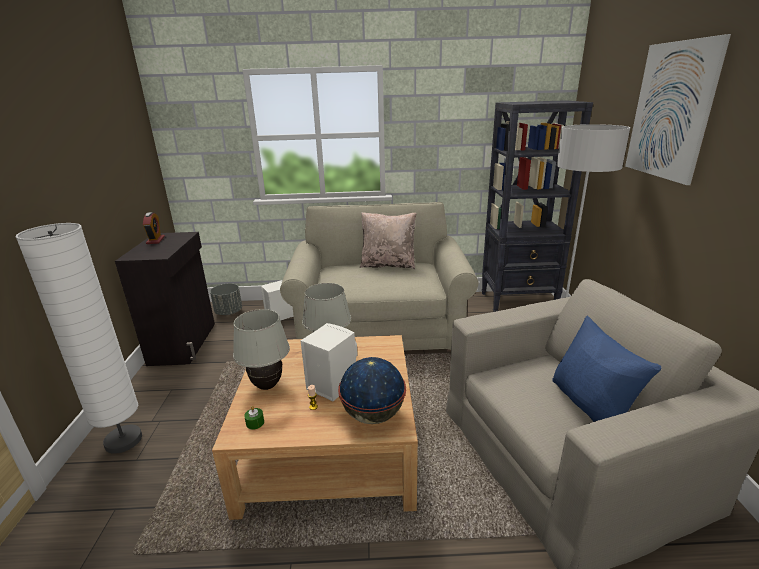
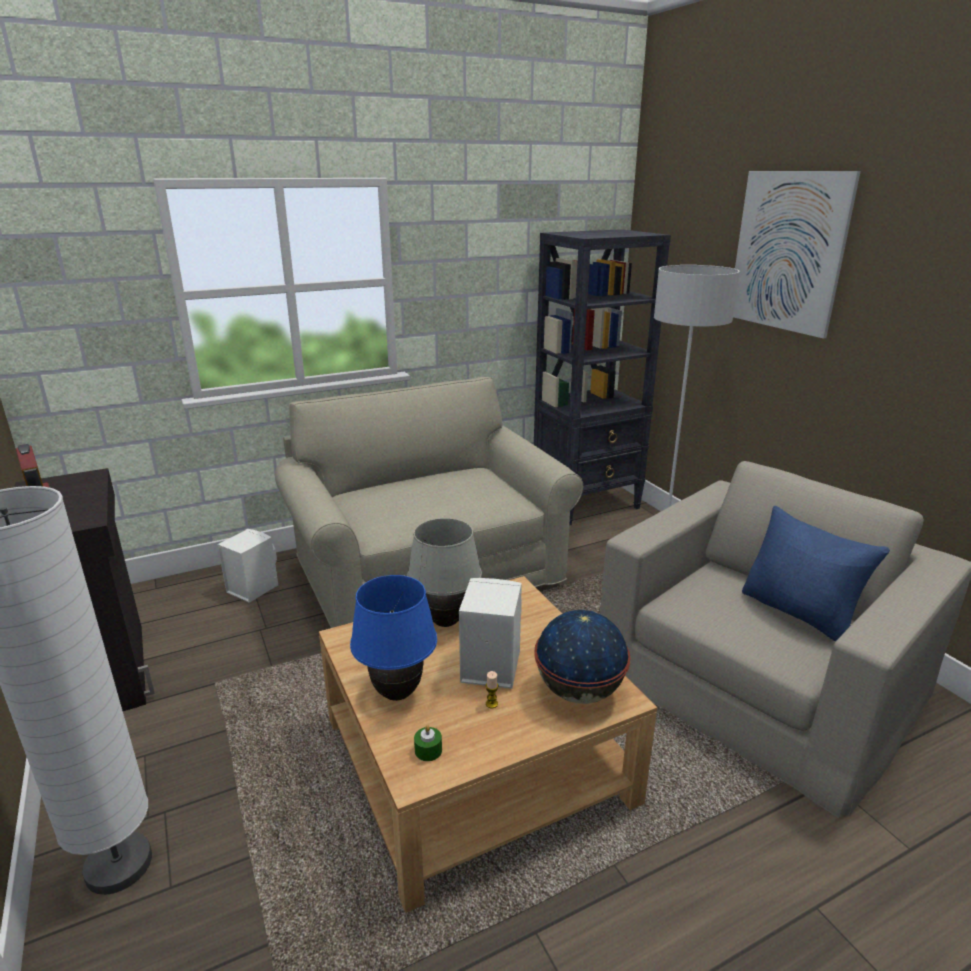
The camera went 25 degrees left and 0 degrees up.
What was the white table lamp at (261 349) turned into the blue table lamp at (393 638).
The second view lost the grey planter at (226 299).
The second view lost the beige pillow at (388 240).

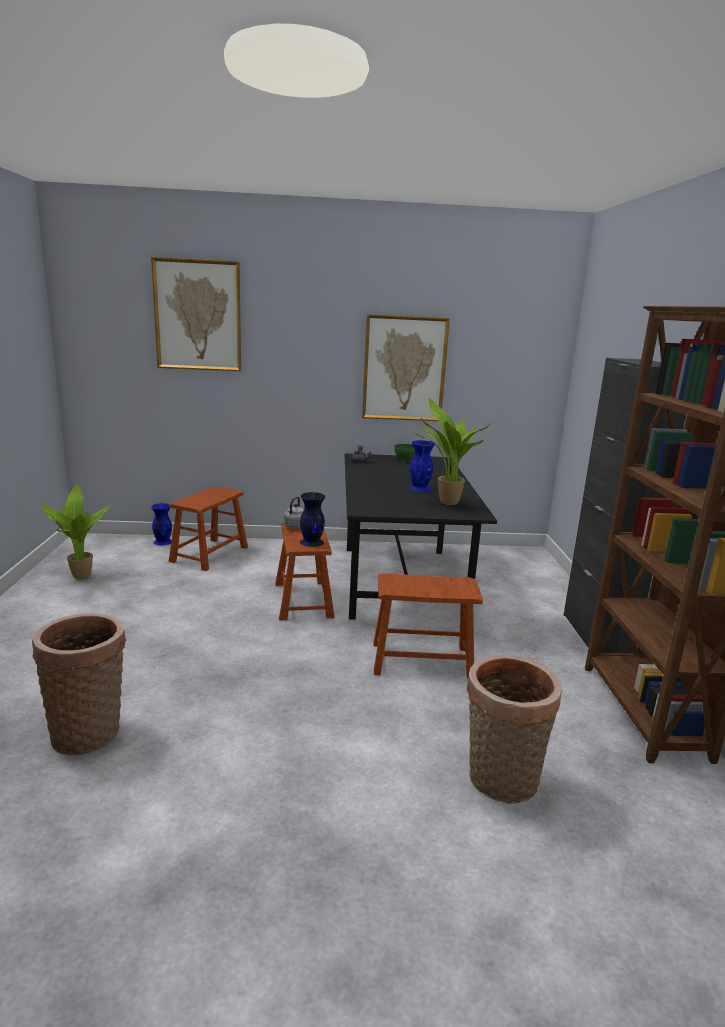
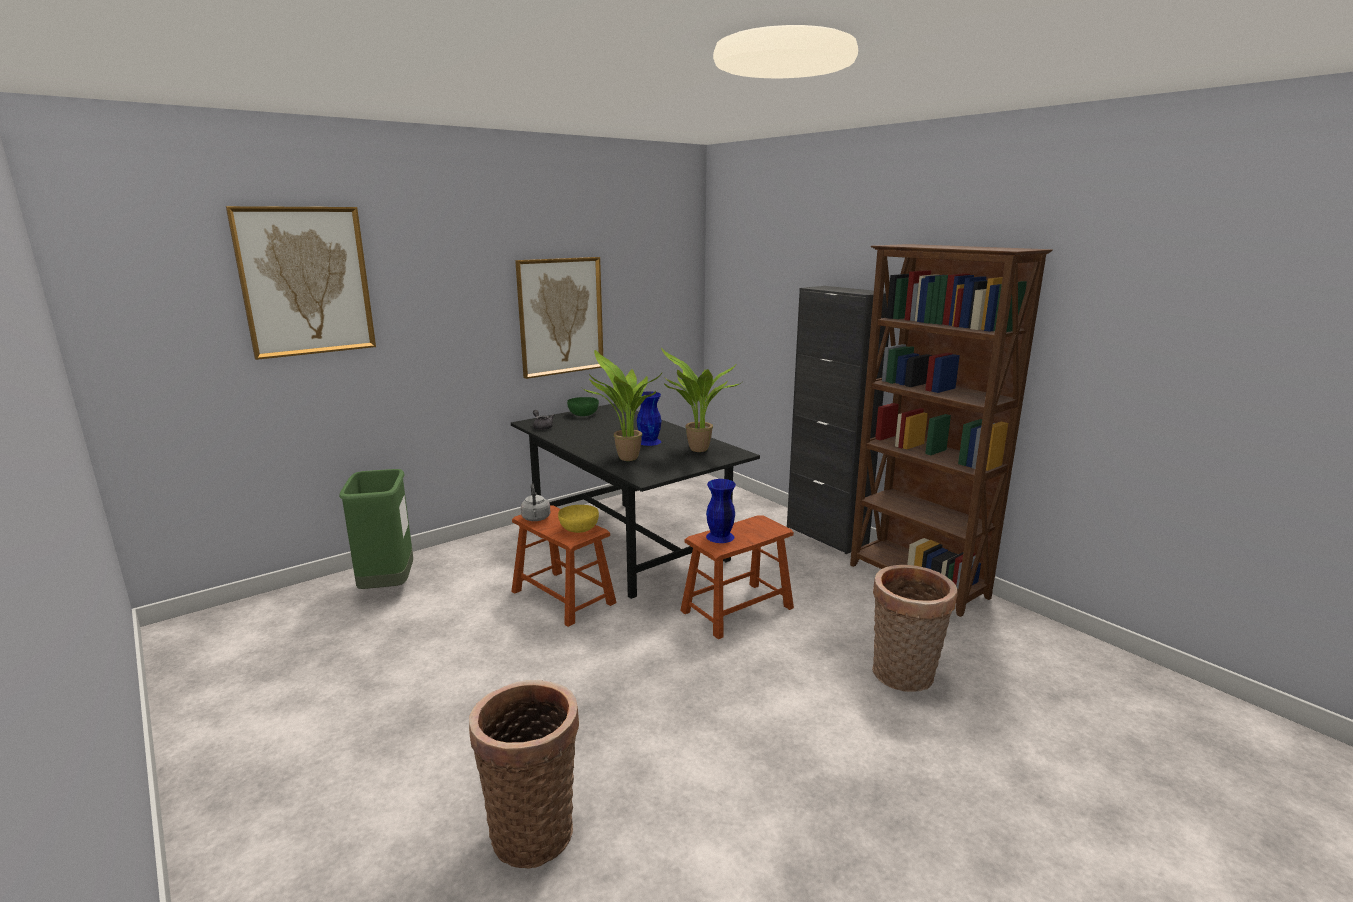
The camera went 35 degrees left and 0 degrees up.
Where the brown stool stood at (208 528), the green trash can came to stand at (376 529).
Where the black vase stood at (312 519), the yellow bowl came to stand at (578 519).
The potted plant ended up elsewhere, having gone from (75 531) to (622 405).
The blue vase ended up elsewhere, having gone from (161 524) to (721 511).

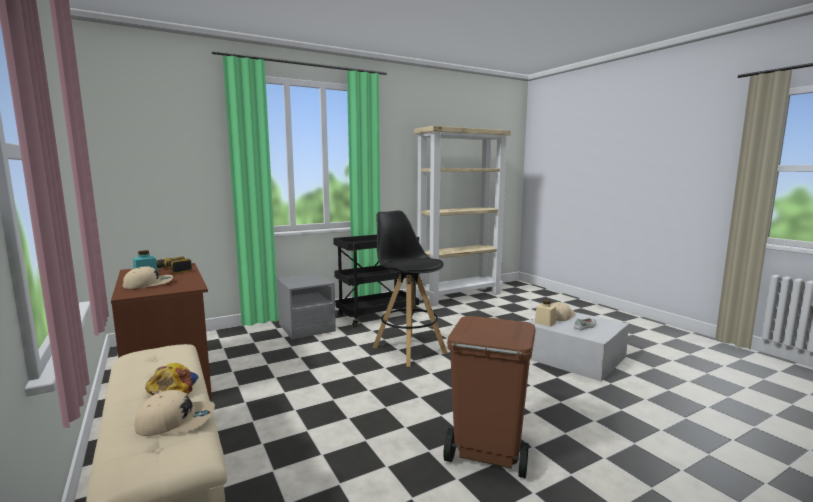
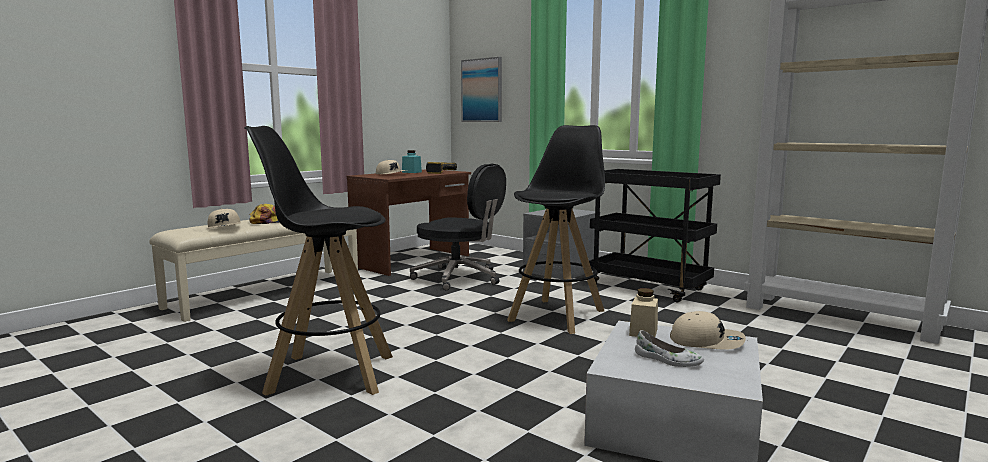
The camera went 70 degrees right and 0 degrees up.
Where the brown trash can stood at (489 397), the black stool came to stand at (319 261).
The second view gained the black office chair at (458 227).
The second view gained the picture at (481 89).

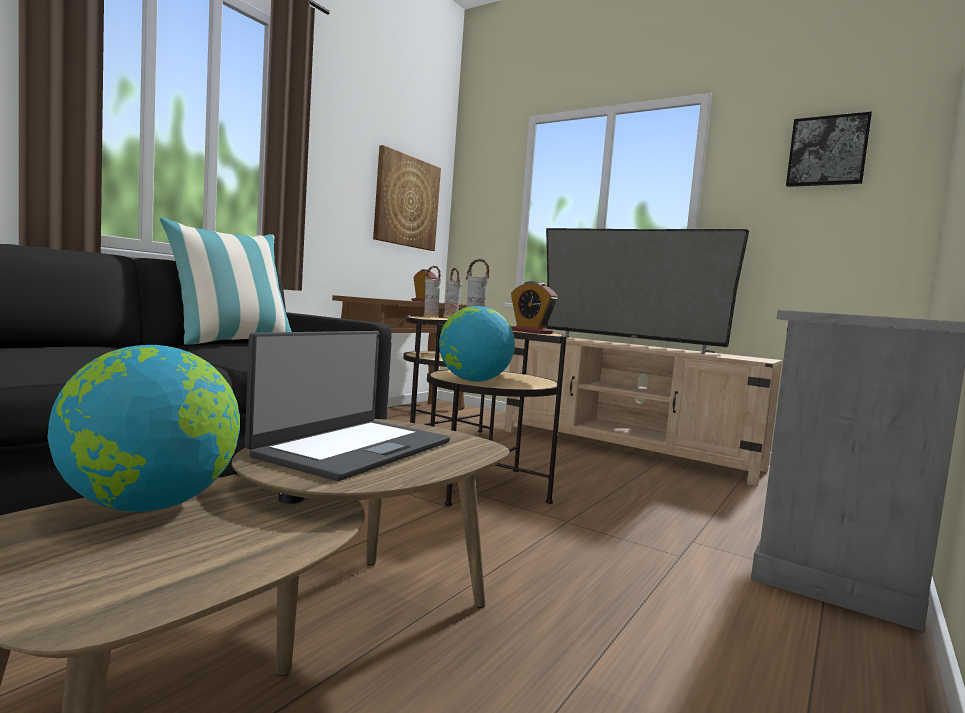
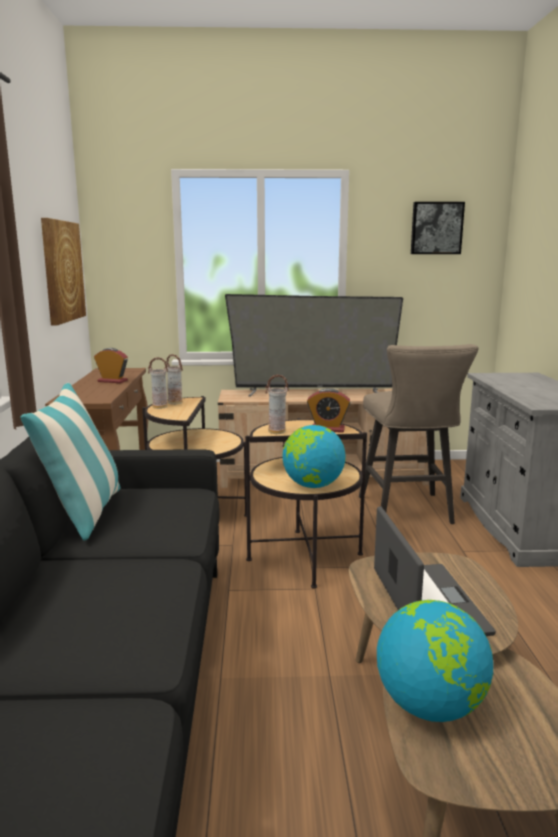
The camera went 35 degrees left and 10 degrees up.
The second view gained the beige stool at (419 434).

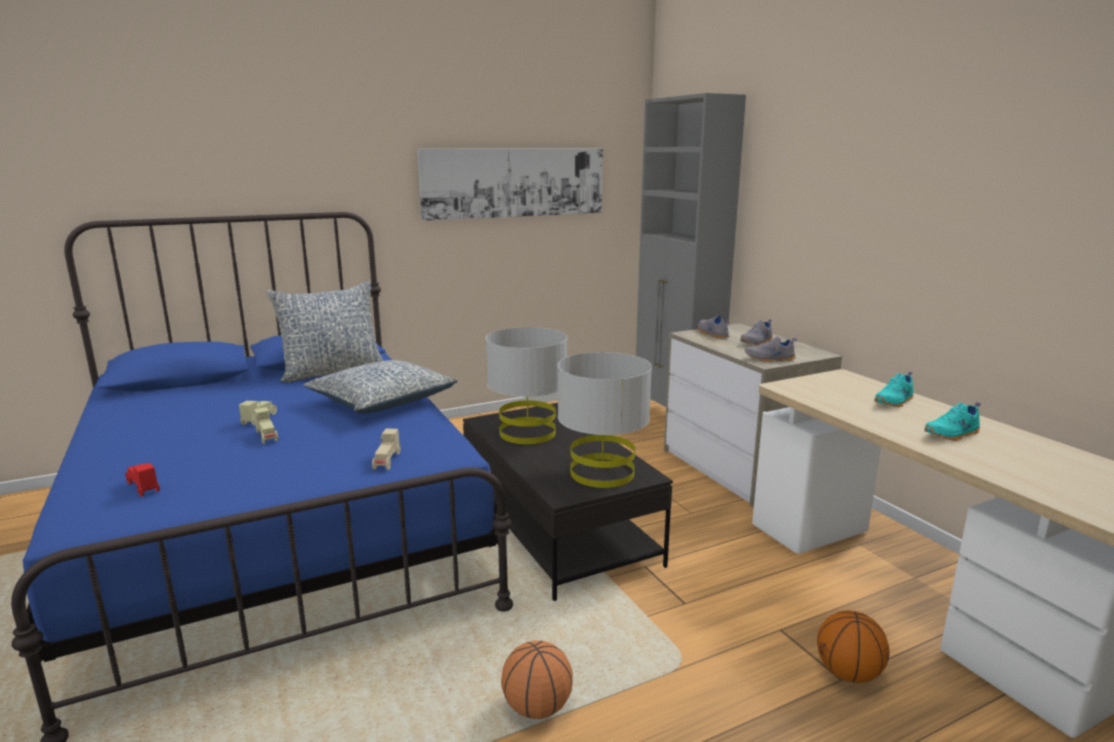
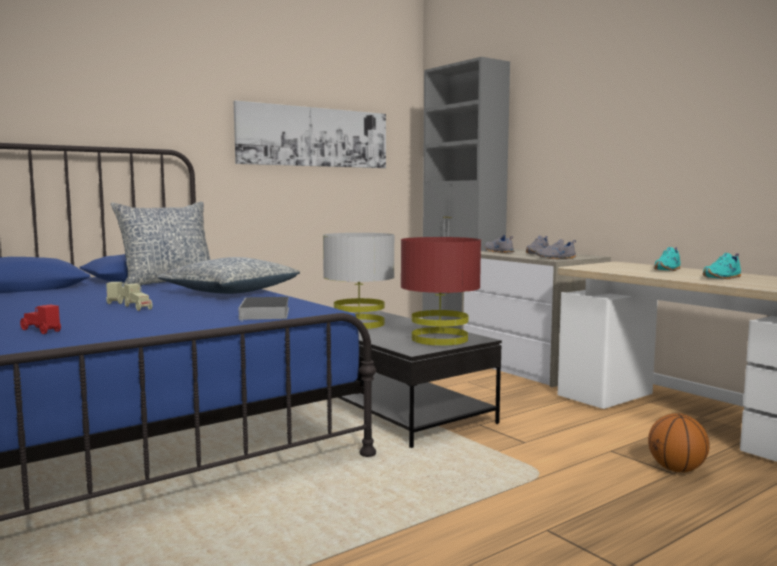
The camera went 10 degrees left and 10 degrees down.
Where the beige toy car stood at (386 449), the book came to stand at (264 309).
What was the grey table lamp at (605 420) turned into the red table lamp at (441 291).
The second view lost the basketball at (537 679).

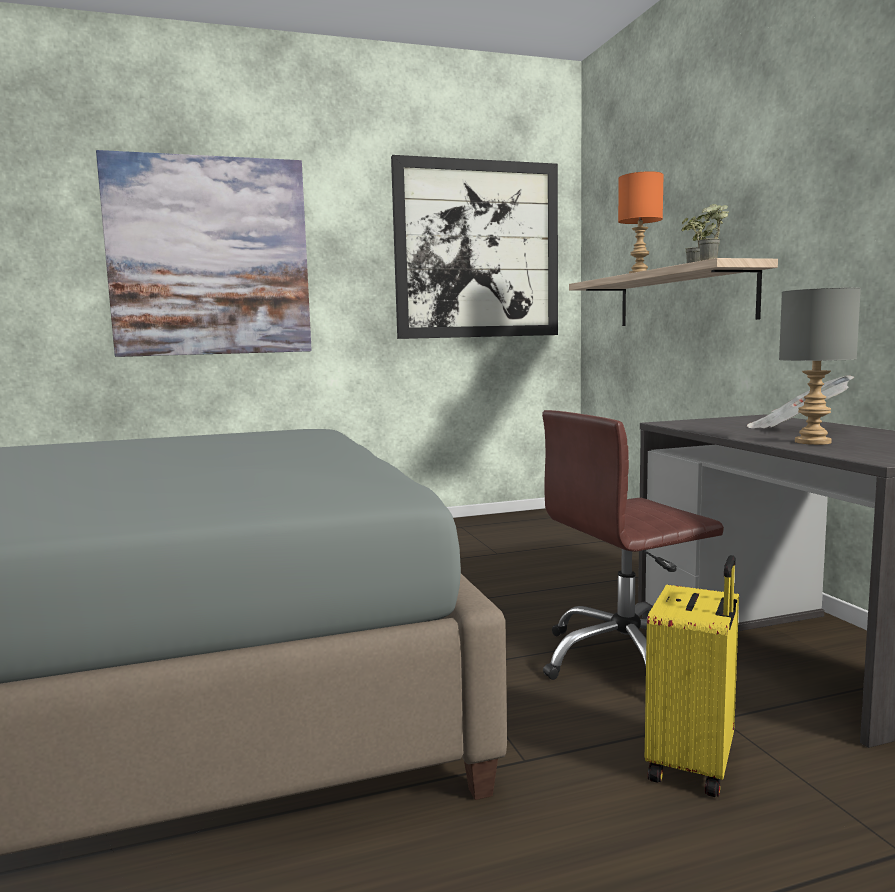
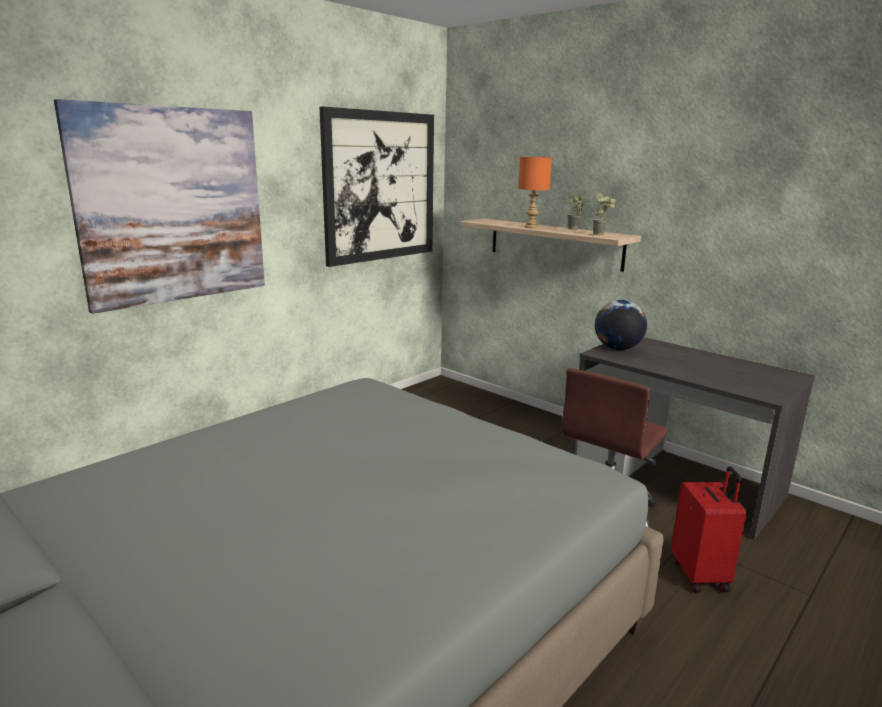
The camera went 30 degrees left and 10 degrees up.
The second view gained the globe at (621 325).
What was the yellow suitcase at (692 676) turned into the red suitcase at (708 529).
The second view lost the newspaper at (800 401).
The second view lost the grey table lamp at (820 366).

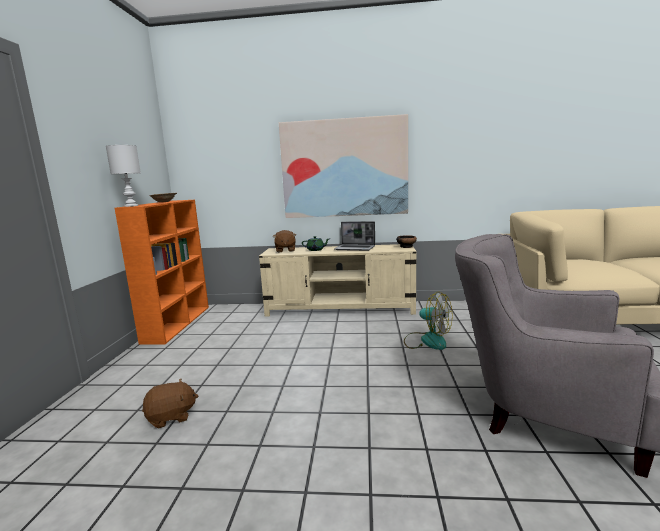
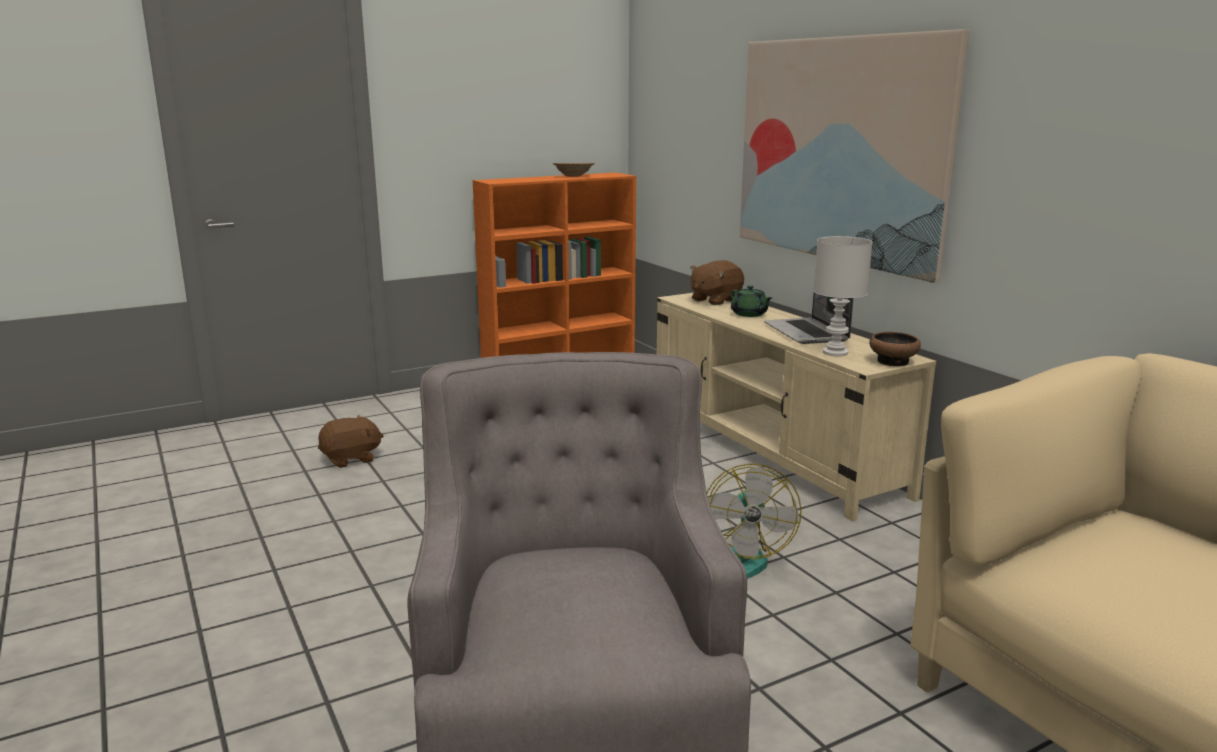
The camera went 55 degrees right and 5 degrees up.
The brown plush toy at (170 403) ended up facing another way, 60 degrees counterclockwise from before.
The white table lamp ended up elsewhere, having gone from (123 176) to (843 296).

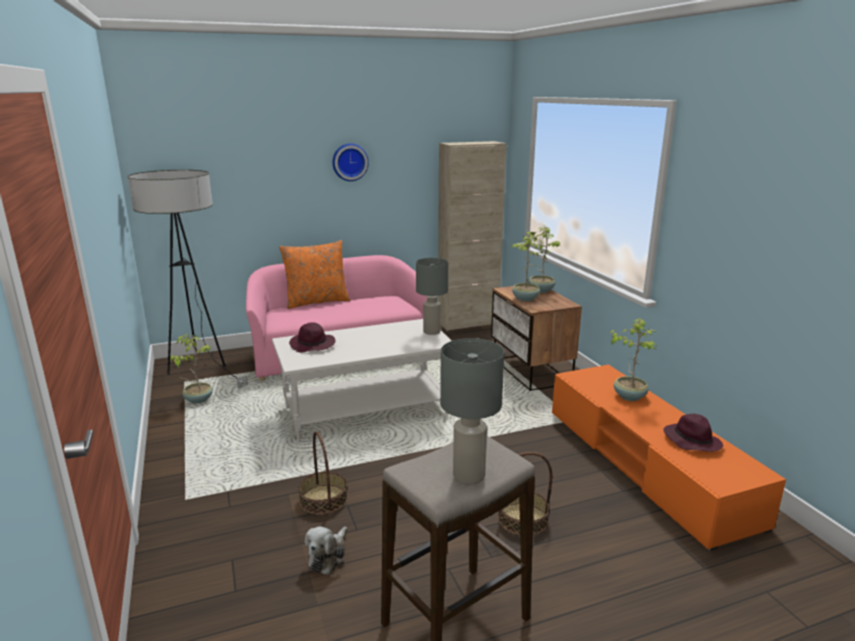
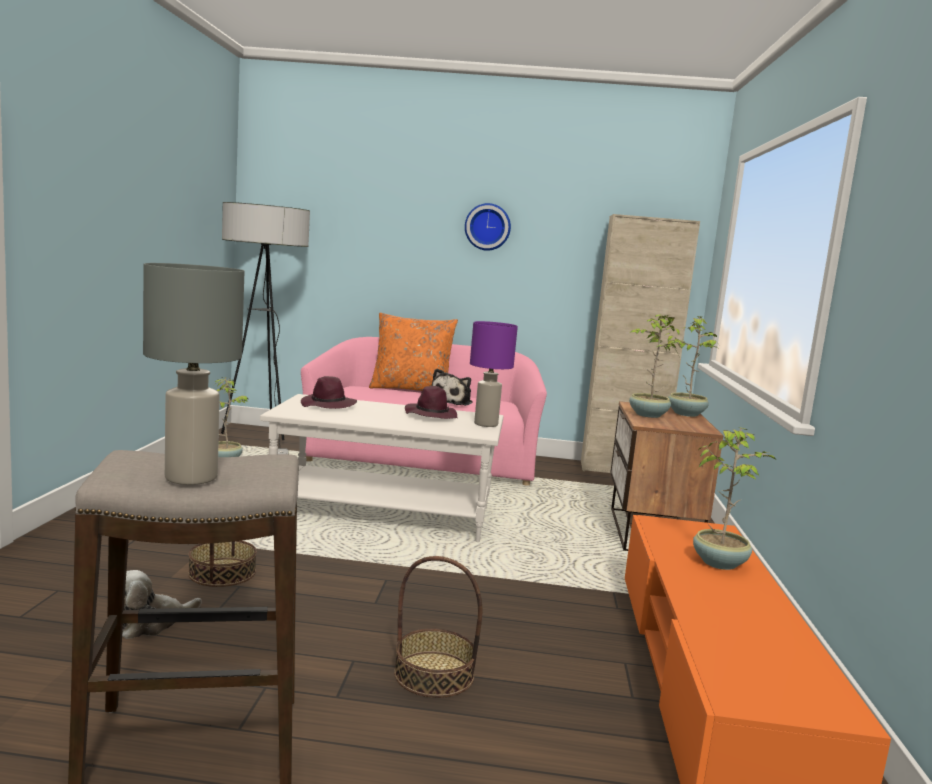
The camera went 25 degrees right and 10 degrees down.
The purple hat ended up elsewhere, having gone from (693 433) to (431 402).
The second view gained the plush toy at (452 387).
What was the grey table lamp at (432 296) turned into the purple table lamp at (494 374).

